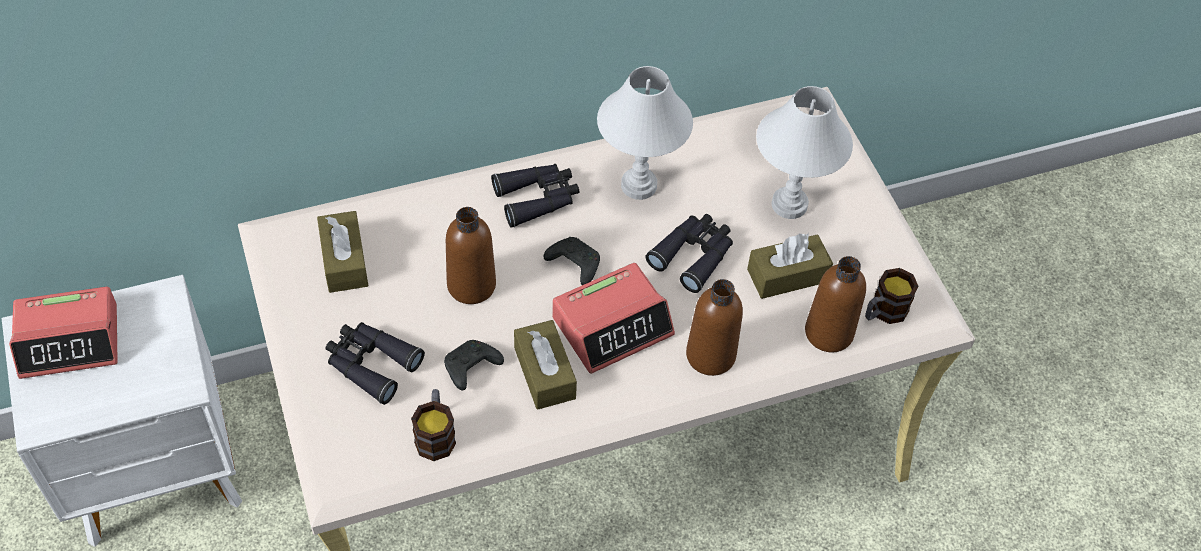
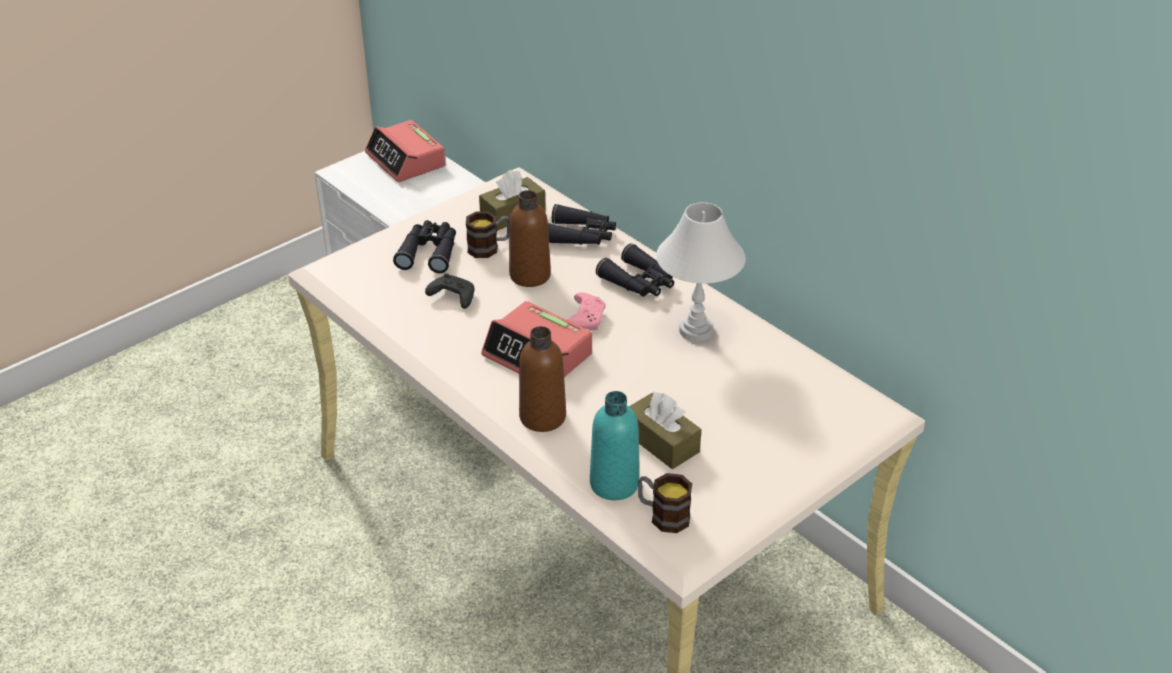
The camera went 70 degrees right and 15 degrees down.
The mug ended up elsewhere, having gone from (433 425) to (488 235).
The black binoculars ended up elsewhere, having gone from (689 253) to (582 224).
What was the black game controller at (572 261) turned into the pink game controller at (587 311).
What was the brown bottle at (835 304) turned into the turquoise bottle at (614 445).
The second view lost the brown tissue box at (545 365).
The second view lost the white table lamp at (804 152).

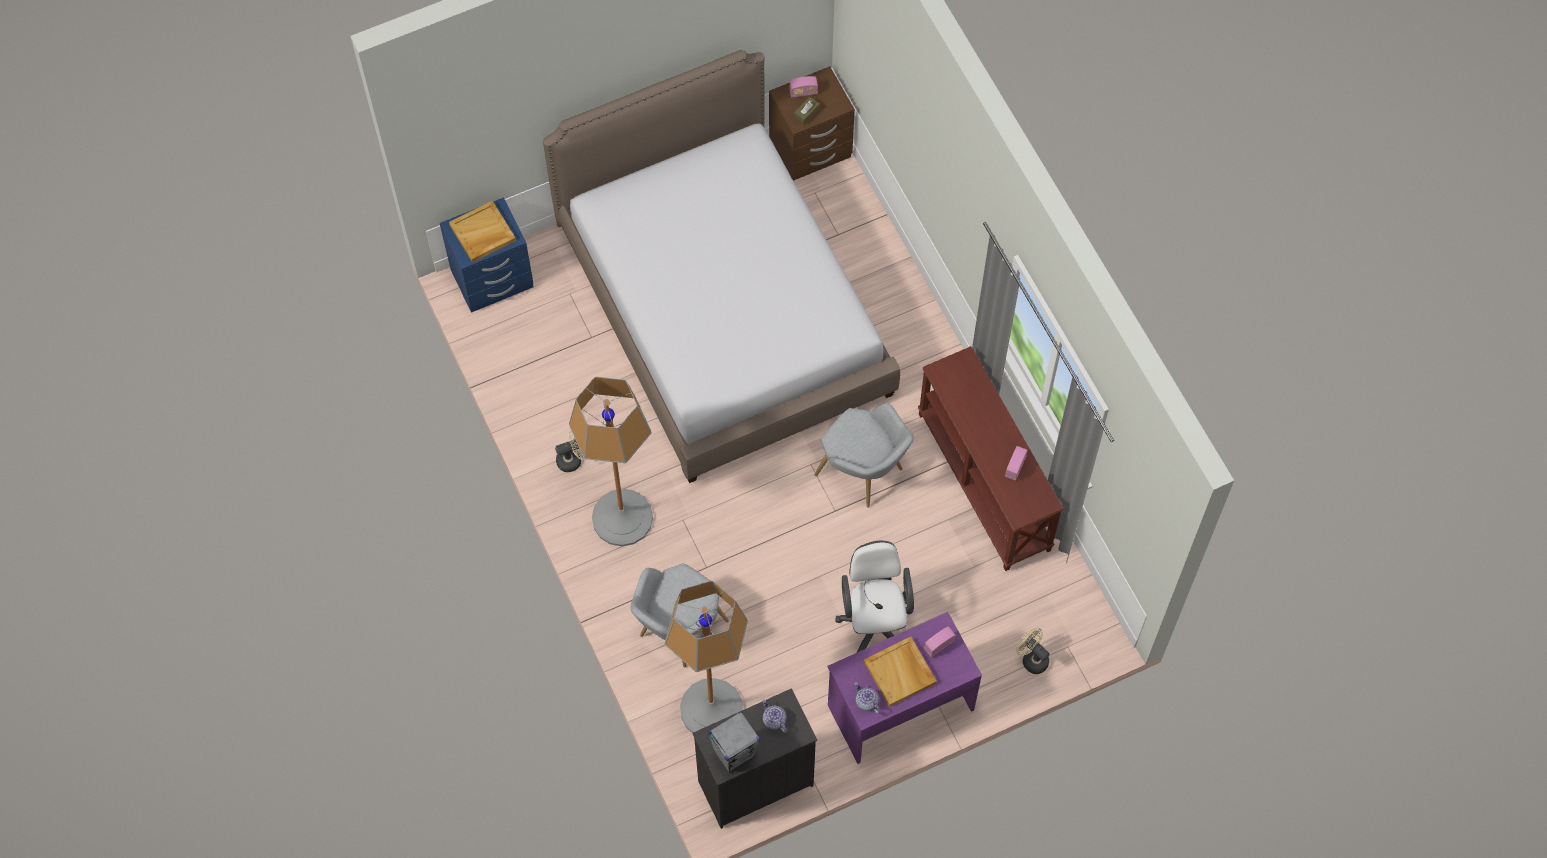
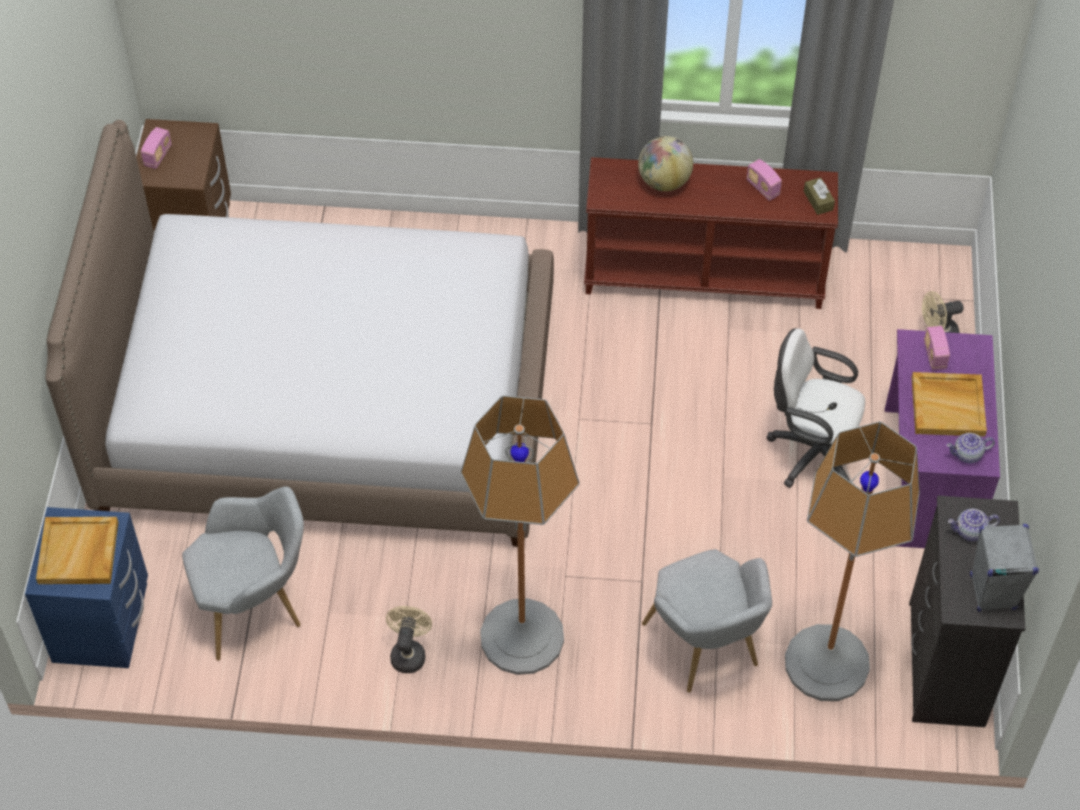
The camera went 60 degrees left and 10 degrees down.
The grey armchair ended up elsewhere, having gone from (864 455) to (243 573).
The second view gained the globe at (665 163).
The brown tissue box ended up elsewhere, having gone from (807 111) to (819 196).

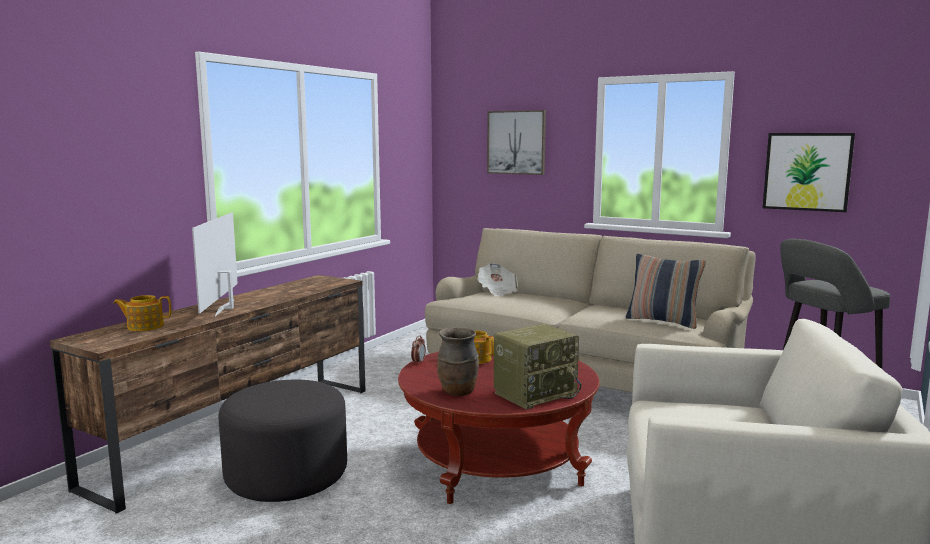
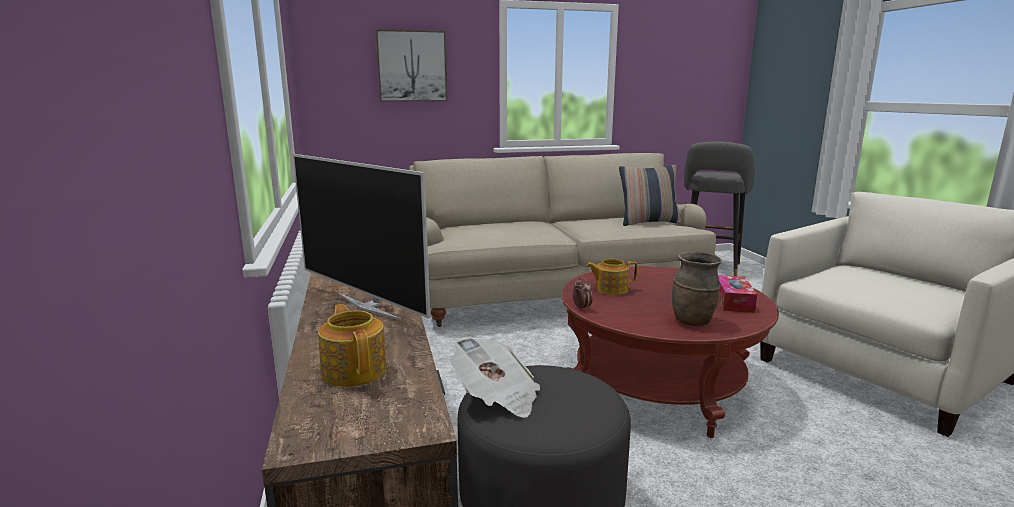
The camera went 45 degrees left and 5 degrees up.
The teapot at (142 313) ended up facing another way, 120 degrees clockwise from before.
The newspaper ended up elsewhere, having gone from (497 279) to (495 377).
Where the radio stood at (537 367), the tissue box came to stand at (737 294).
The second view lost the picture at (809 172).

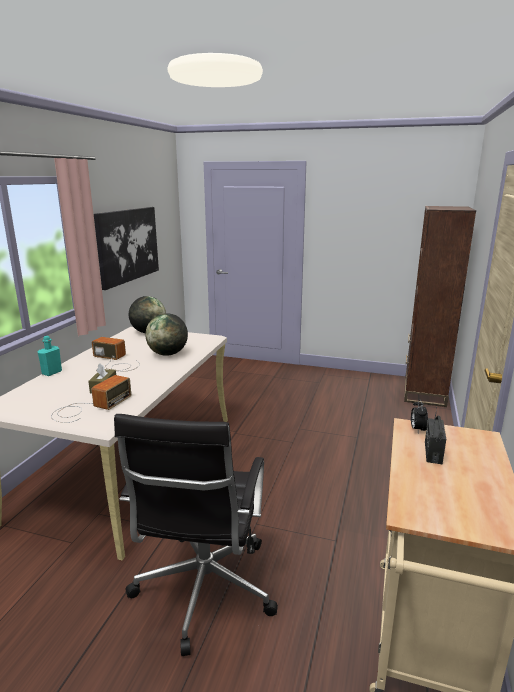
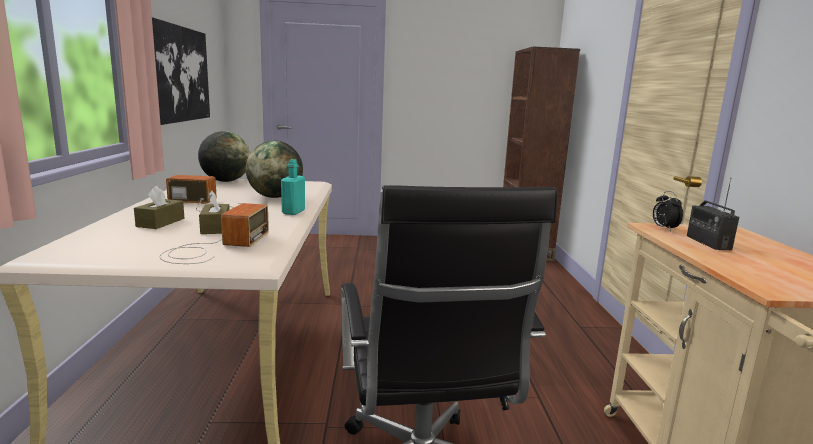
The camera went 20 degrees left and 5 degrees down.
The second view gained the brown tissue box at (159 207).
The turquoise bottle ended up elsewhere, having gone from (50 356) to (293 187).

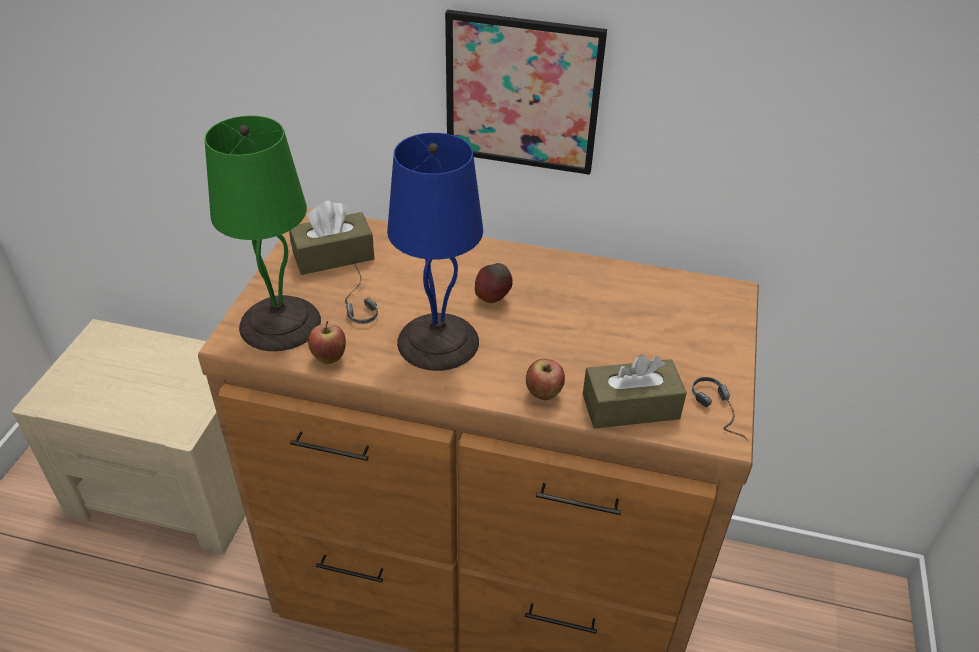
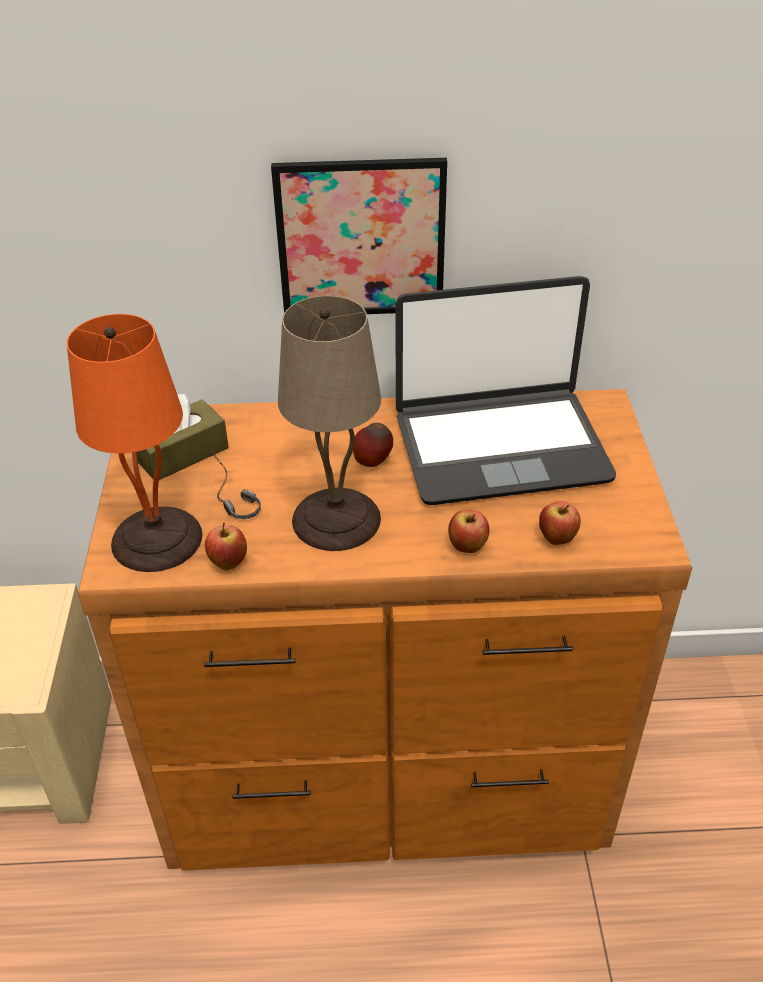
The camera went 15 degrees left and 0 degrees up.
What was the green table lamp at (263 233) turned into the orange table lamp at (135 443).
What was the blue table lamp at (435 252) turned into the beige table lamp at (329 423).
The second view gained the laptop at (505 390).
Where the brown tissue box stood at (635 391), the apple came to stand at (560 523).
The second view lost the headphones at (720 409).

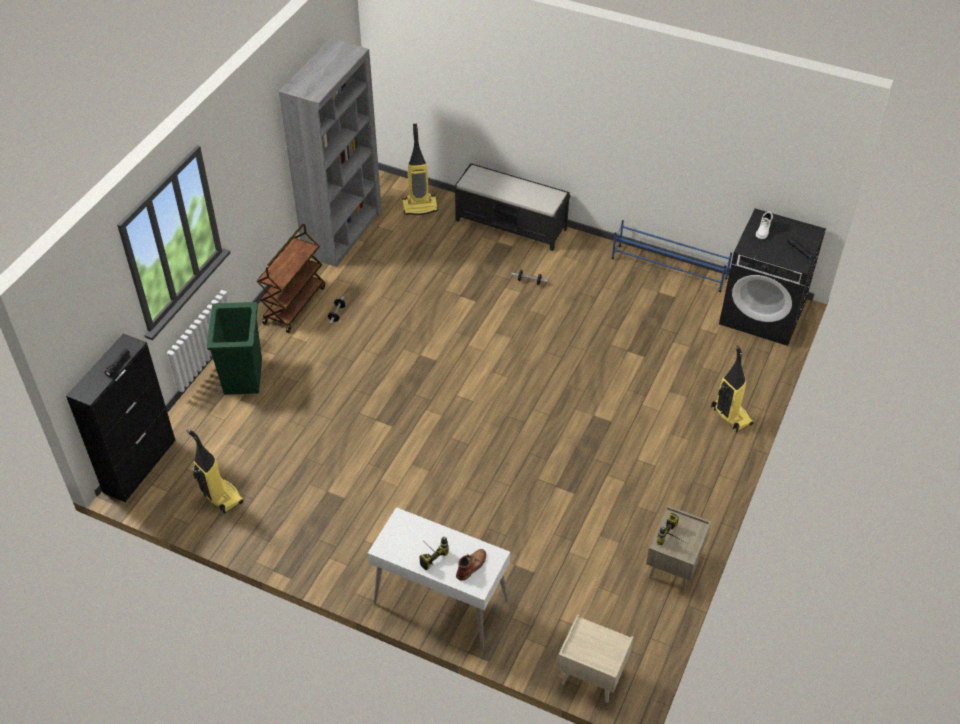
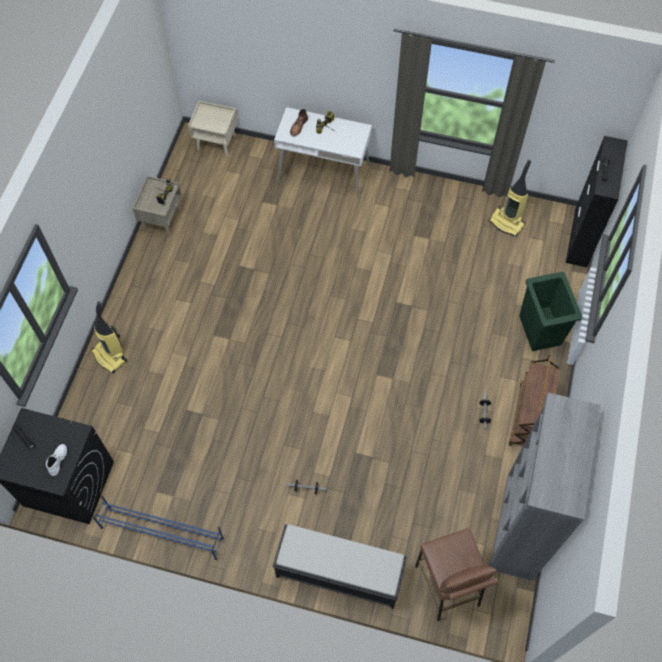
The camera went 170 degrees right and 15 degrees up.
Where the vacuum cleaner stood at (420 169), the brown stool came to stand at (456 574).

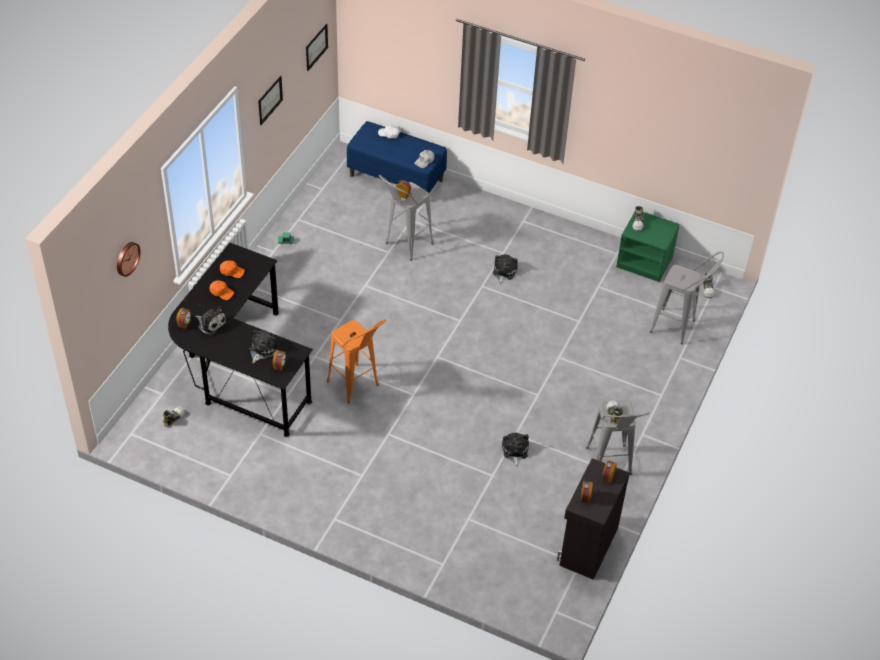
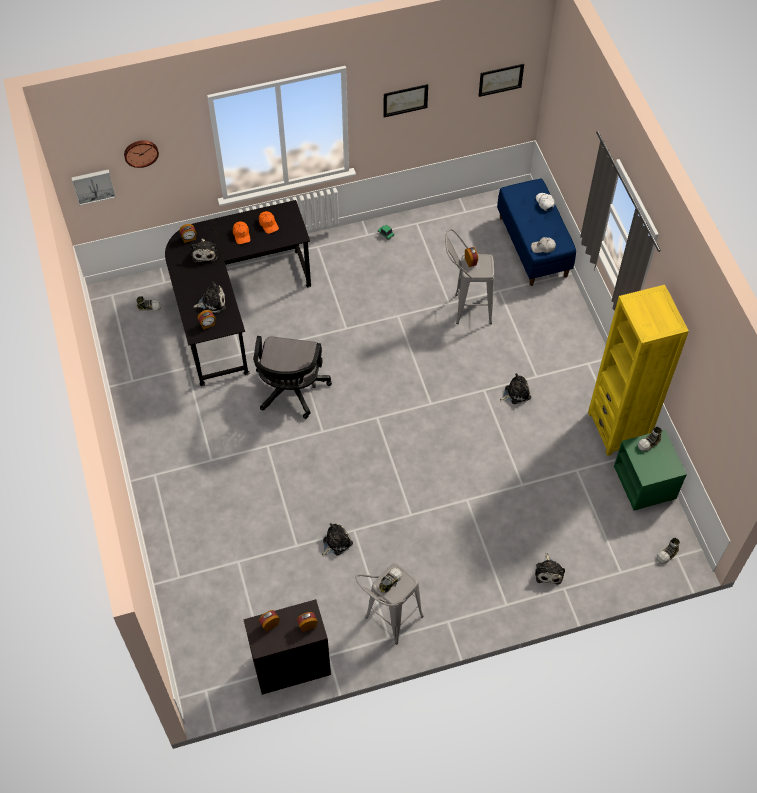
The camera went 50 degrees right and 10 degrees up.
The second view gained the picture at (93 187).
Where the orange stool stood at (356 361), the black office chair came to stand at (292 377).
The second view gained the plush toy at (550 569).
The second view gained the yellow bookcase at (638 370).
The second view lost the grey stool at (687 297).

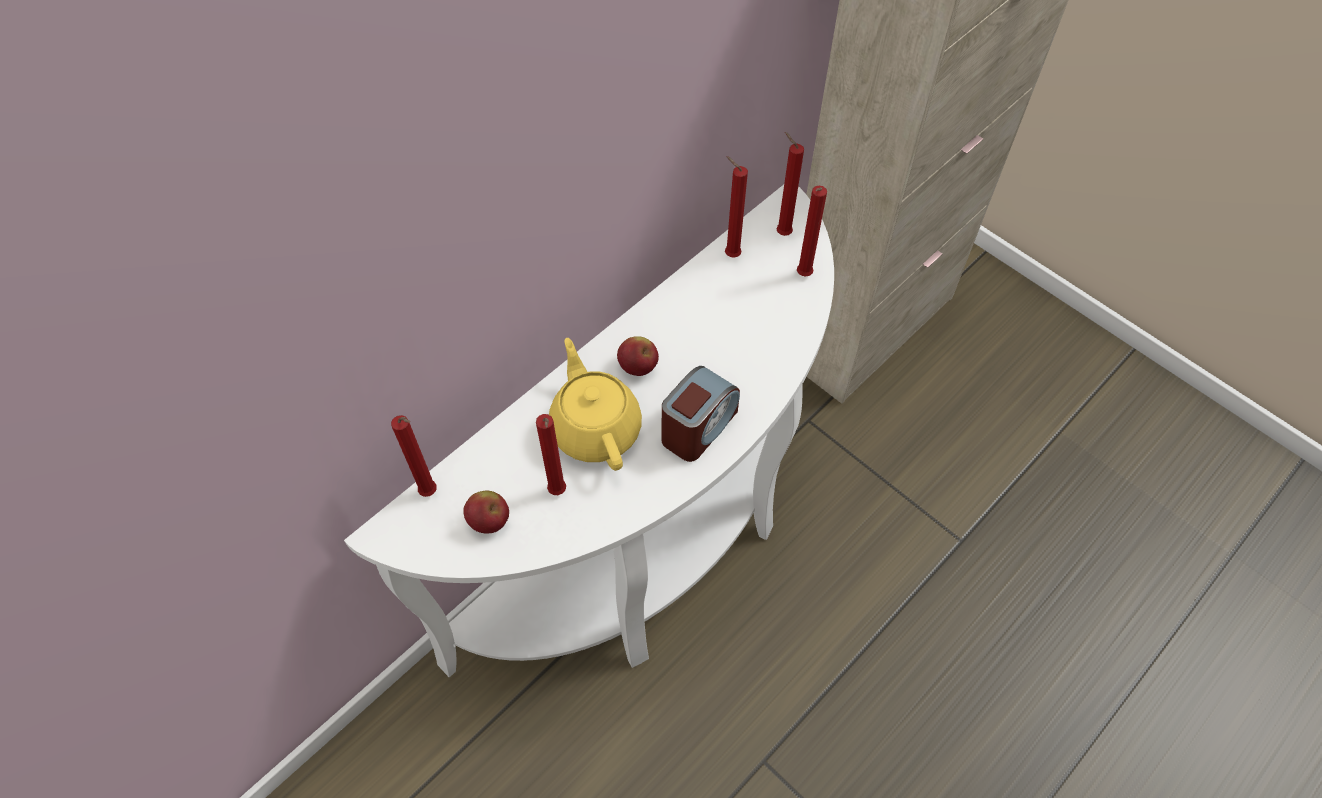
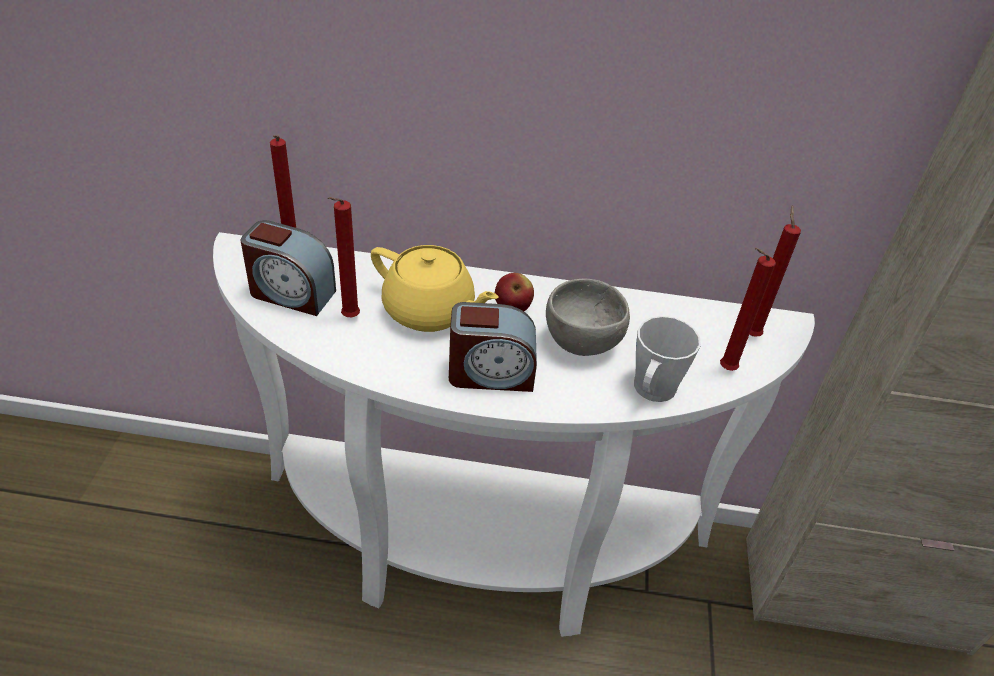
The camera went 50 degrees right and 15 degrees down.
Where the apple stood at (486 511), the alarm clock came to stand at (288 268).
The yellow teapot at (595 404) ended up facing another way, 90 degrees clockwise from before.
The second view gained the grey bowl at (588 317).
The second view gained the grey mug at (667 359).
The second view lost the red candle at (736 207).

